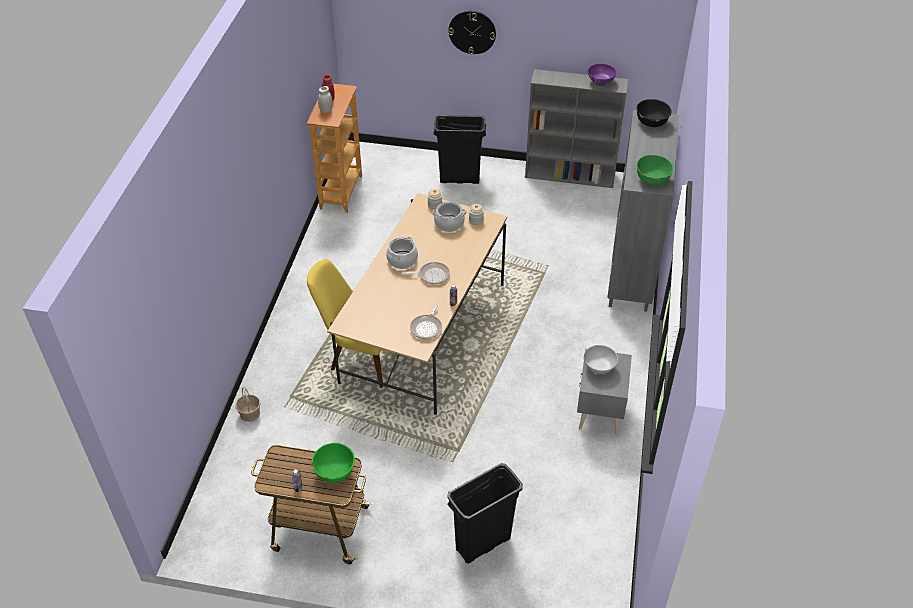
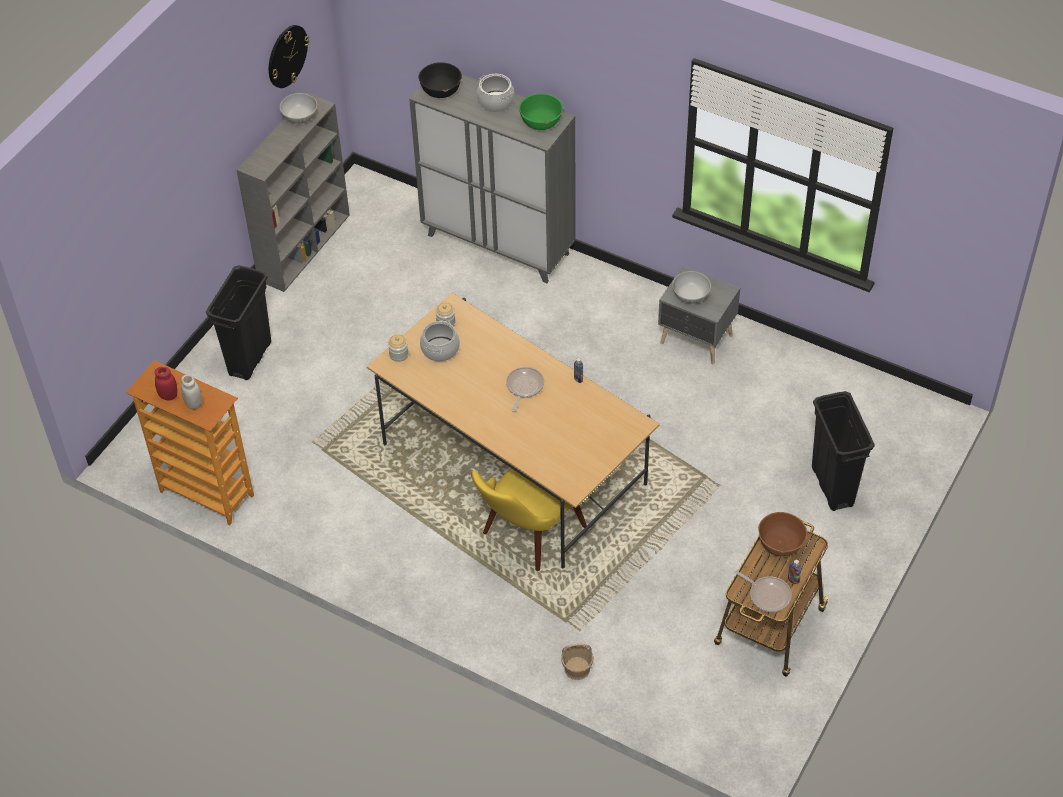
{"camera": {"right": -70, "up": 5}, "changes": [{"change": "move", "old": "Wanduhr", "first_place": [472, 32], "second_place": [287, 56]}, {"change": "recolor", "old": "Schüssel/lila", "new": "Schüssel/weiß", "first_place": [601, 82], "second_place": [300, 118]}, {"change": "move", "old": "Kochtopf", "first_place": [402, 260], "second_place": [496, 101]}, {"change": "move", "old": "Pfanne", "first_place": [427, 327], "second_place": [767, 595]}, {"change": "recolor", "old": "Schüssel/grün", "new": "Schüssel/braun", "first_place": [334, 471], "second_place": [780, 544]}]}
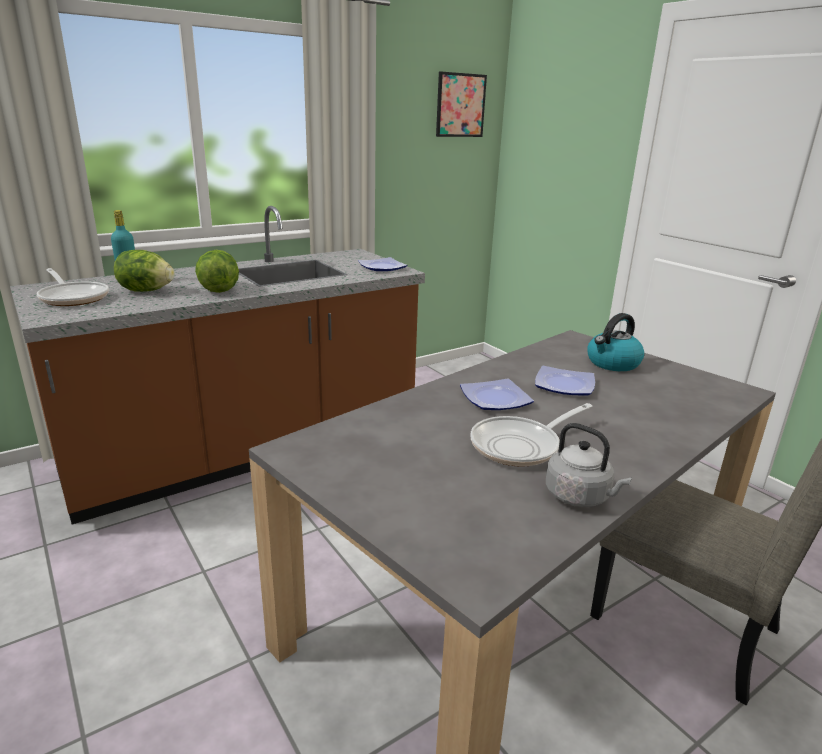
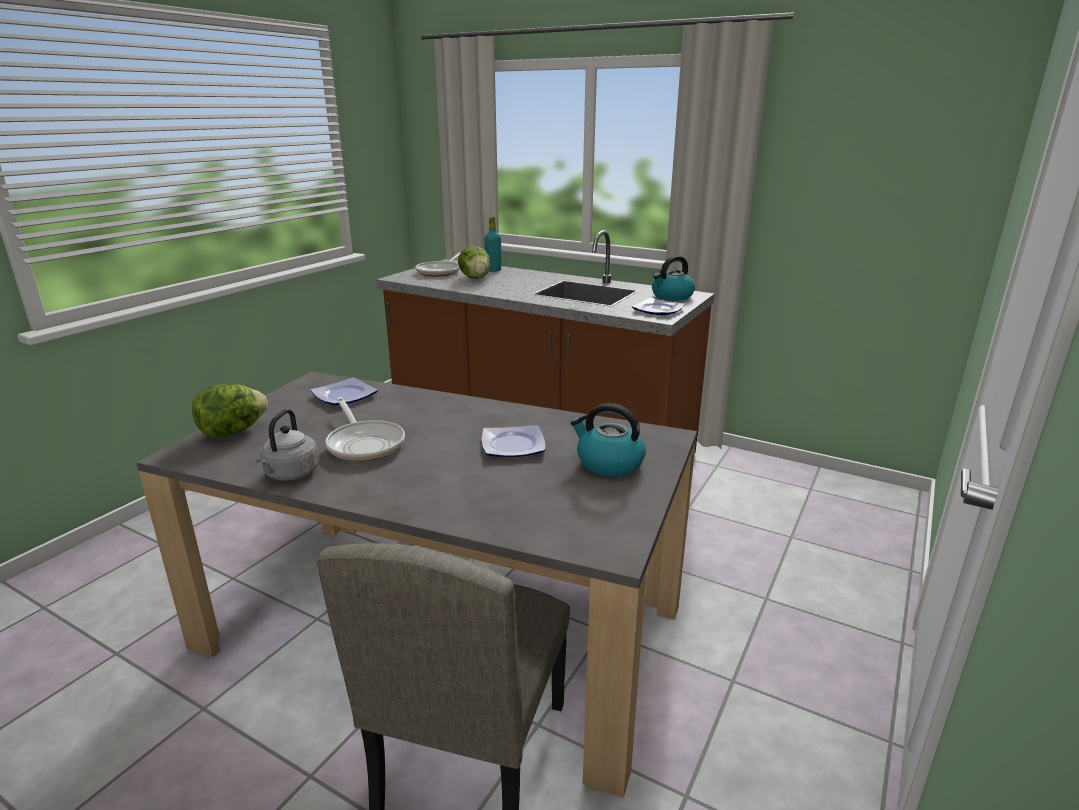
{"camera": {"right": 65, "up": 0}, "changes": [{"change": "move", "old": "Salatkopf", "first_place": [219, 290], "second_place": [233, 432]}, {"change": "move", "old": "Teller", "first_place": [494, 400], "second_place": [343, 396]}, {"change": "rotate", "old": "Pfanne", "first_place": [521, 446], "second_place": [364, 443], "degrees": -150}, {"change": "insert", "new": "Wasserkessel", "second_place": [671, 296]}, {"change": "delete", "old": "Bild", "first_place": [460, 105]}]}
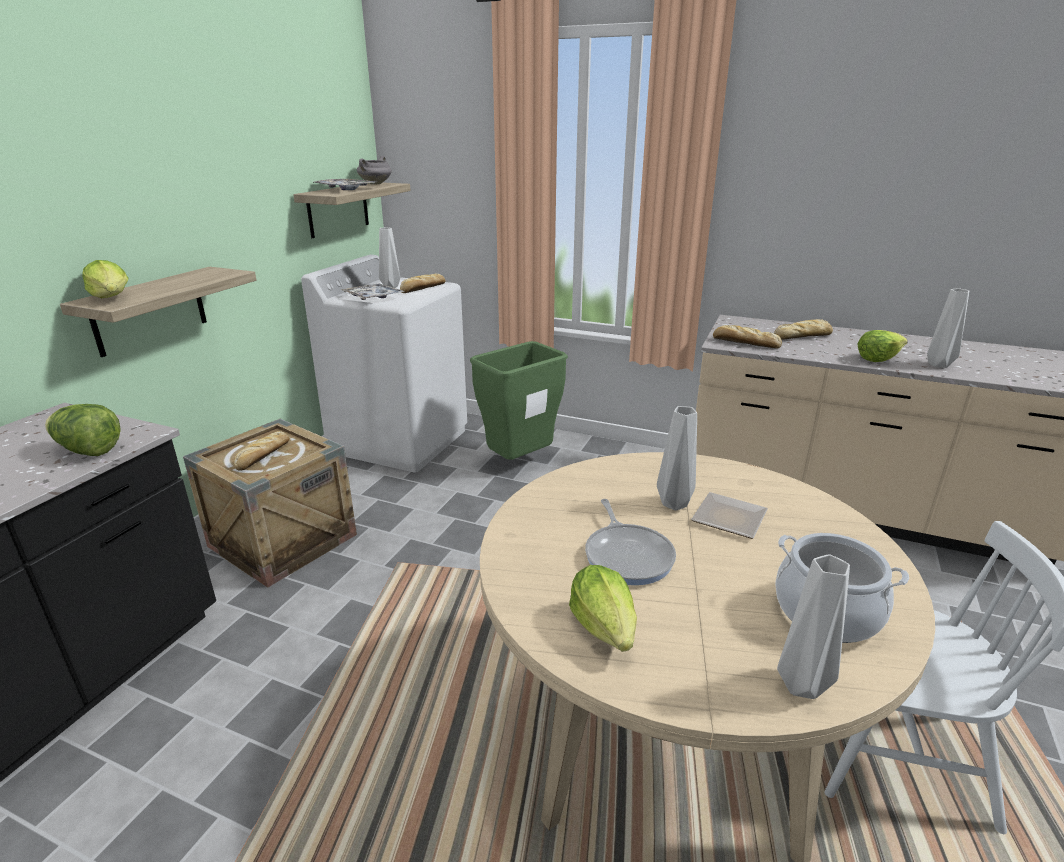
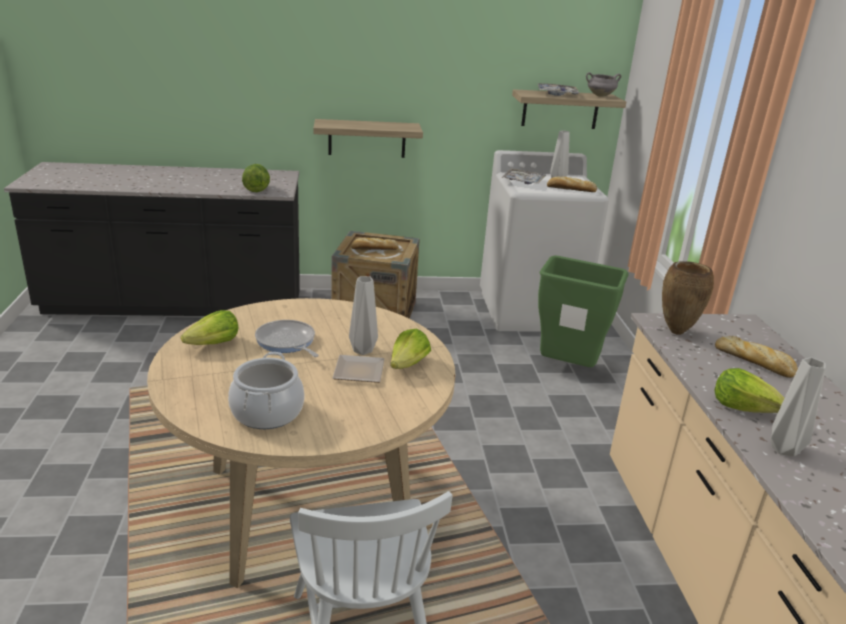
{"camera": {"right": 60, "up": 0}, "changes": [{"change": "rotate", "old": "Pfanne", "first_place": [628, 555], "second_place": [287, 342], "degrees": 90}, {"change": "move", "old": "Salatkopf", "first_place": [112, 298], "second_place": [408, 365]}, {"change": "replace", "old": "Brot", "new": "Vase/braun", "first_place": [744, 343], "second_place": [675, 331]}, {"change": "delete", "old": "Vase/grau", "first_place": [802, 684]}]}
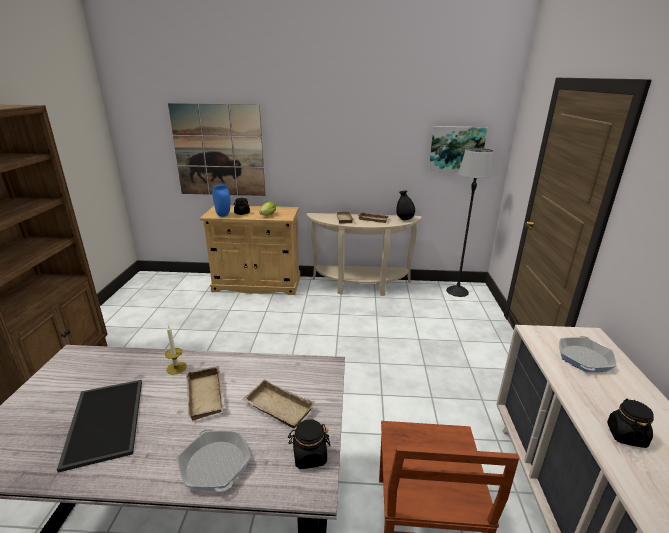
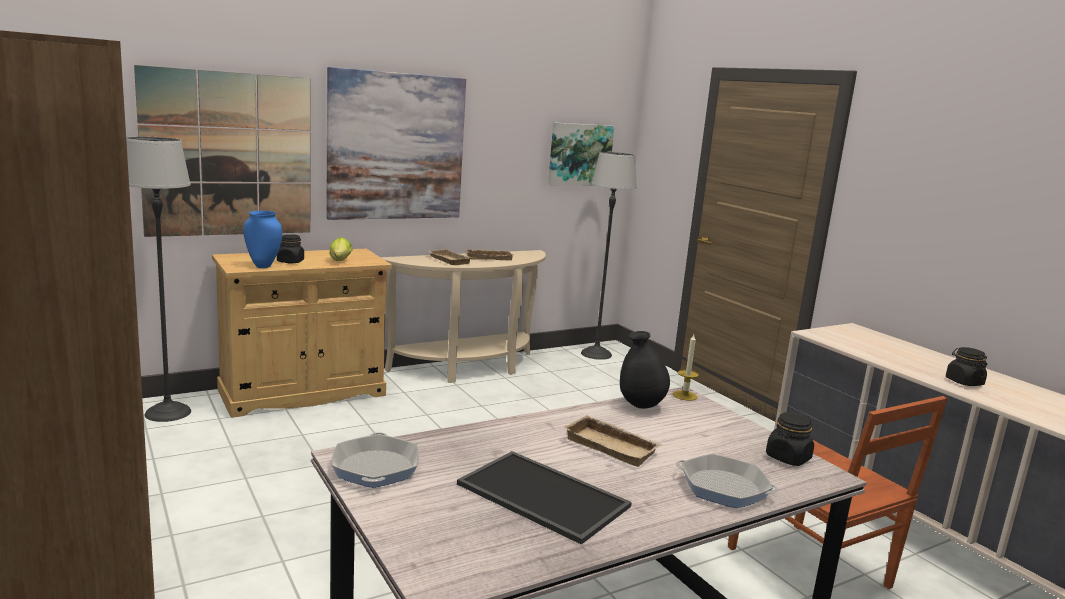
{"camera": {"right": -35, "up": -10}, "changes": [{"change": "insert", "new": "Stehlampe", "second_place": [167, 413]}, {"change": "insert", "new": "Bild", "second_place": [396, 147]}, {"change": "move", "old": "Pfanne", "first_place": [584, 358], "second_place": [375, 468]}, {"change": "move", "old": "Vase/schwarz", "first_place": [404, 219], "second_place": [641, 405]}, {"change": "move", "old": "Kerze", "first_place": [176, 368], "second_place": [685, 395]}, {"change": "delete", "old": "Tablett/beige", "first_place": [276, 408]}]}
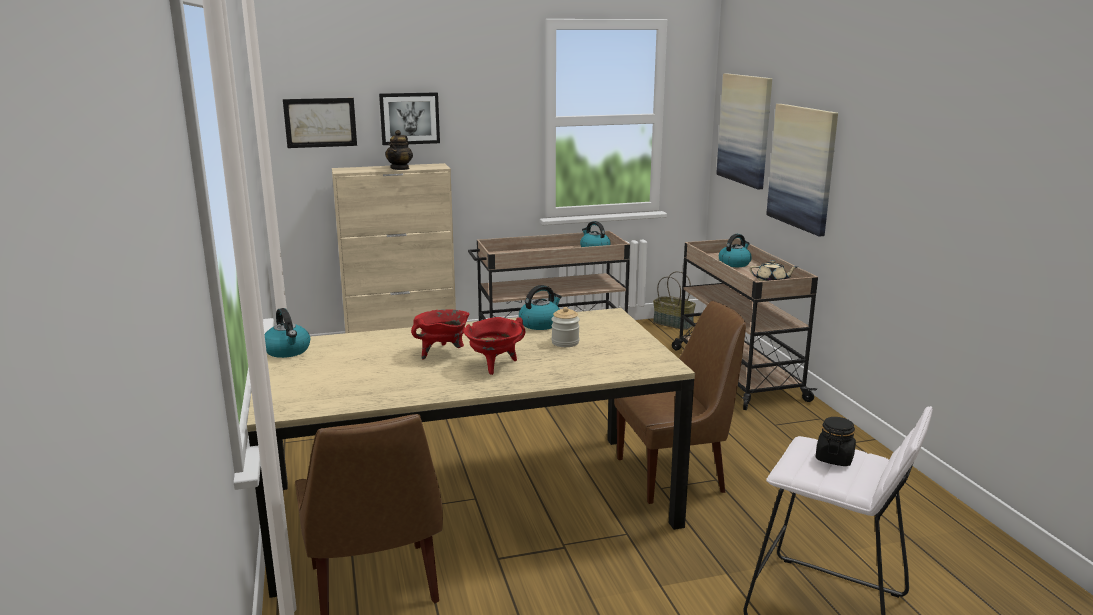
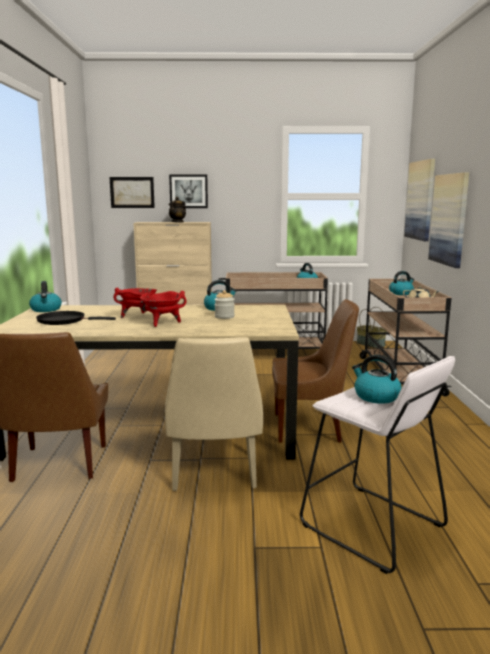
{"camera": {"right": 15, "up": -5}, "changes": [{"change": "insert", "new": "Pfanne/schwarz", "second_place": [64, 321]}, {"change": "insert", "new": "Stuhl/beige", "second_place": [214, 473]}, {"change": "replace", "old": "Vorratsglas/schwarz", "new": "Wasserkessel", "first_place": [834, 458], "second_place": [375, 396]}]}
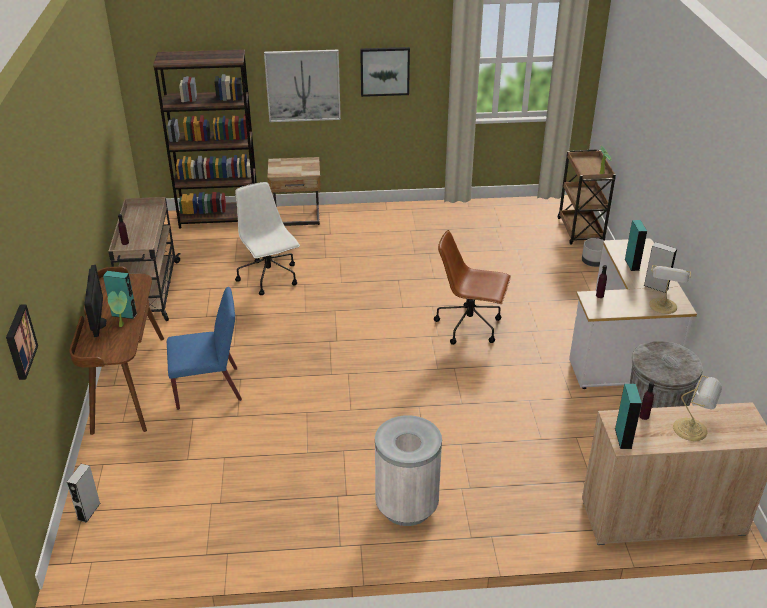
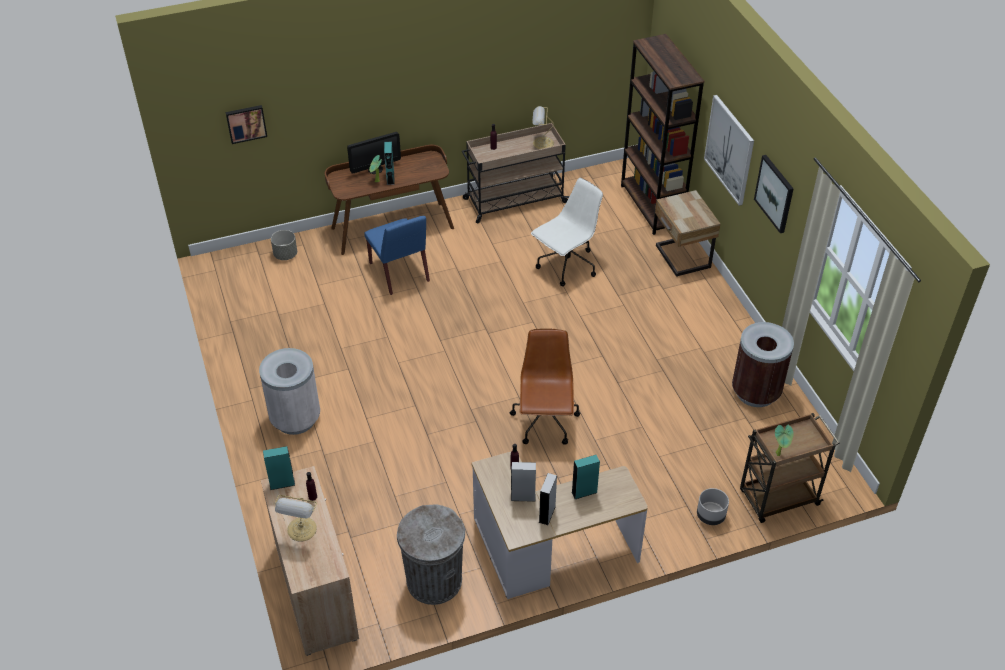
{"camera": {"right": 75, "up": 10}, "changes": [{"change": "insert", "new": "Pflanzkübel/grau", "second_place": [285, 254]}, {"change": "move", "old": "Lautsprecher/grau", "first_place": [89, 511], "second_place": [523, 497]}, {"change": "move", "old": "Tischlampe", "first_place": [663, 306], "second_place": [542, 143]}, {"change": "insert", "new": "Mülleimer/braun", "second_place": [756, 392]}]}
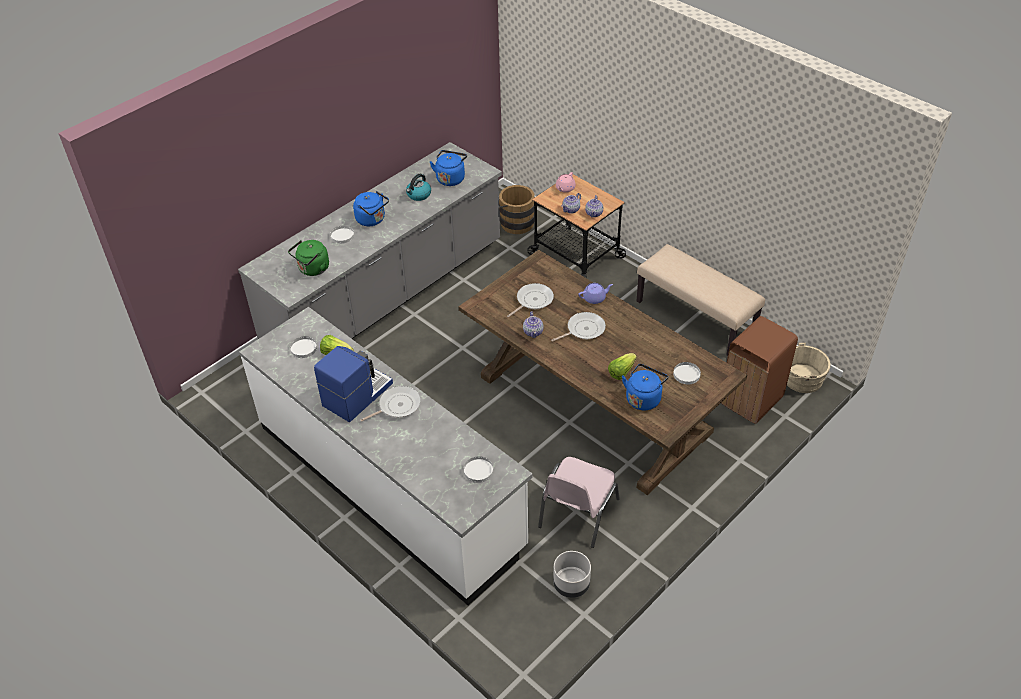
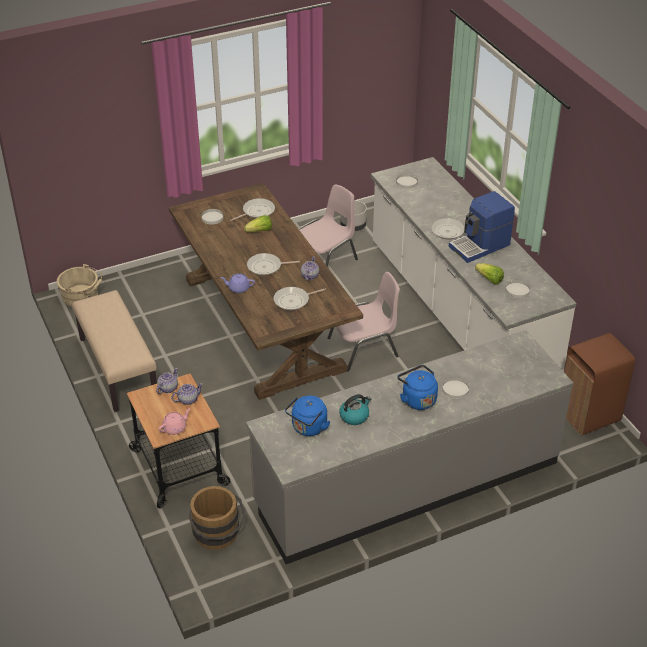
{"camera": {"right": -160, "up": -5}, "changes": [{"change": "replace", "old": "Wasserkessel/blau", "new": "Pfanne", "first_place": [643, 398], "second_place": [256, 212]}, {"change": "insert", "new": "Stuhl/rosa", "second_place": [364, 348]}, {"change": "move", "old": "Mülleimer/braun", "first_place": [752, 400], "second_place": [588, 415]}, {"change": "delete", "old": "Wasserkessel/grün", "first_place": [312, 269]}]}
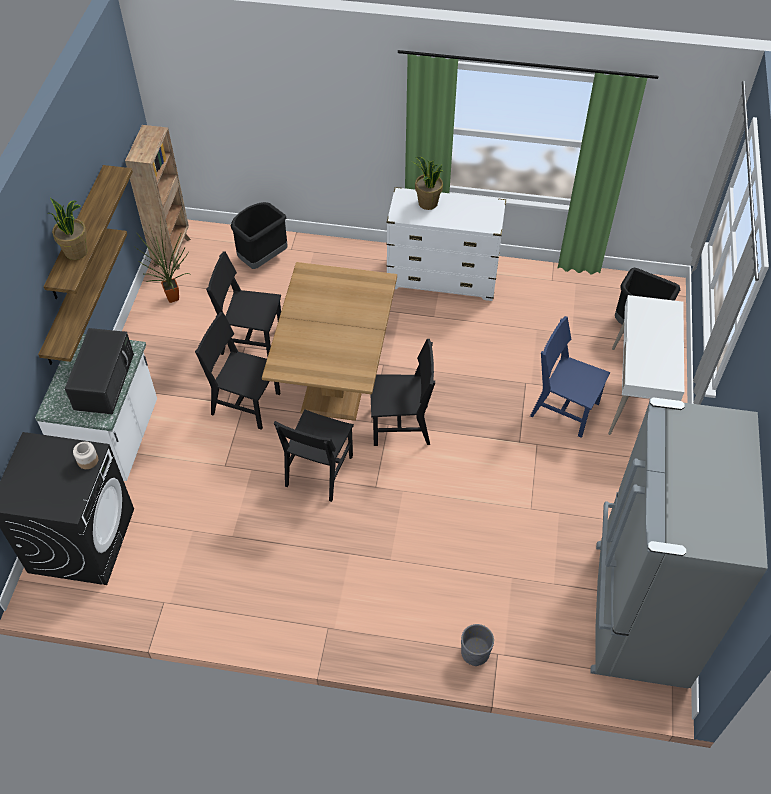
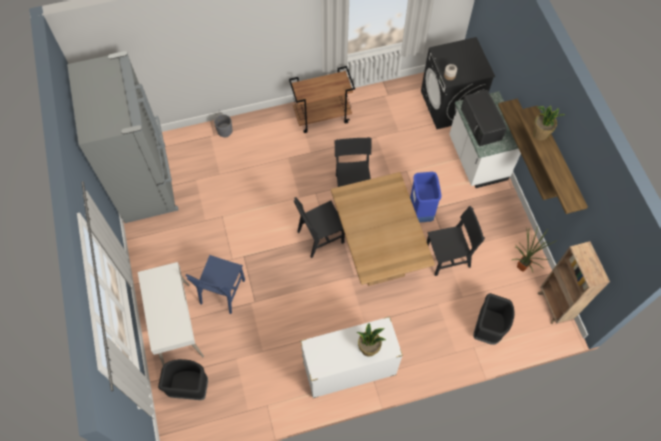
{"camera": {"right": 155, "up": 10}, "changes": [{"change": "rotate", "old": "Stuhl/blau", "first_place": [564, 409], "second_place": [222, 291], "degrees": 105}, {"change": "insert", "new": "Rollwagen/braun", "second_place": [322, 116]}, {"change": "replace", "old": "Stuhl/schwarz", "new": "Mülleimer/blau", "first_place": [245, 403], "second_place": [421, 212]}]}
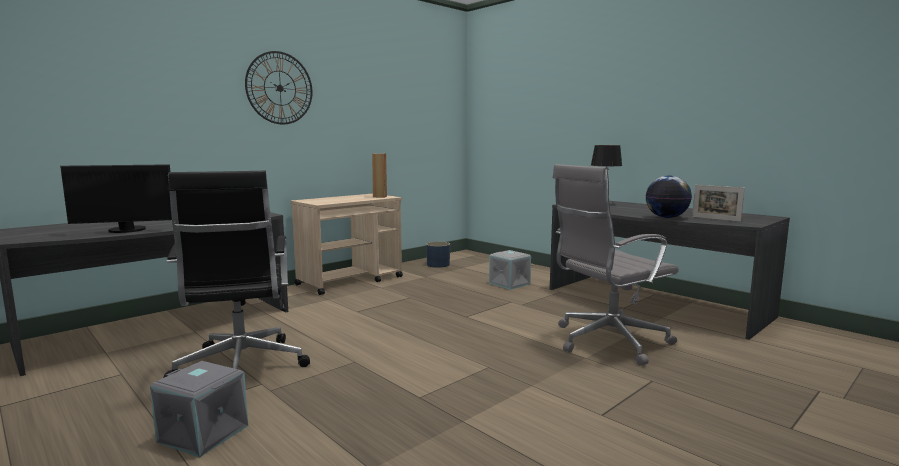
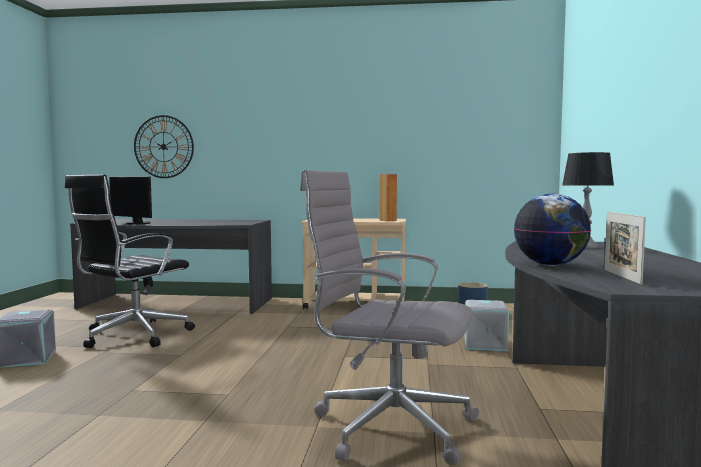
{"camera": {"right": 50, "up": -5}, "changes": [{"change": "move", "old": "Wanduhr", "first_place": [280, 88], "second_place": [163, 146]}]}
